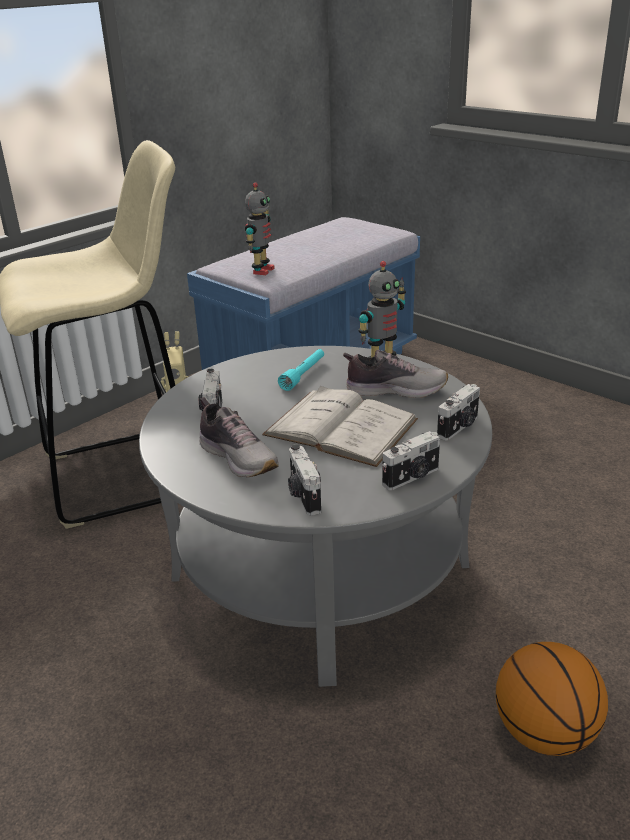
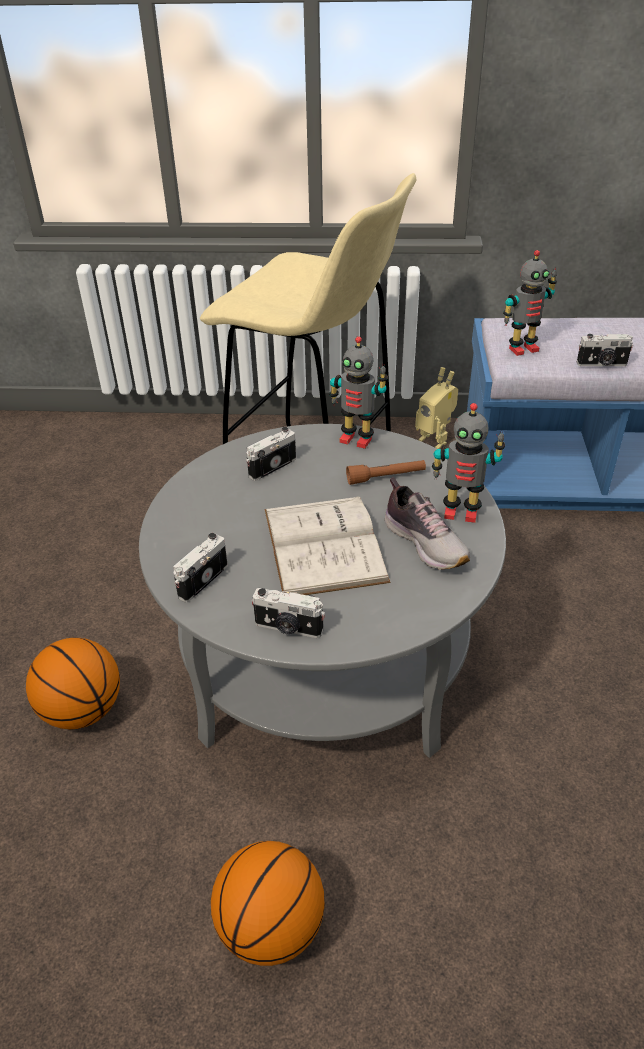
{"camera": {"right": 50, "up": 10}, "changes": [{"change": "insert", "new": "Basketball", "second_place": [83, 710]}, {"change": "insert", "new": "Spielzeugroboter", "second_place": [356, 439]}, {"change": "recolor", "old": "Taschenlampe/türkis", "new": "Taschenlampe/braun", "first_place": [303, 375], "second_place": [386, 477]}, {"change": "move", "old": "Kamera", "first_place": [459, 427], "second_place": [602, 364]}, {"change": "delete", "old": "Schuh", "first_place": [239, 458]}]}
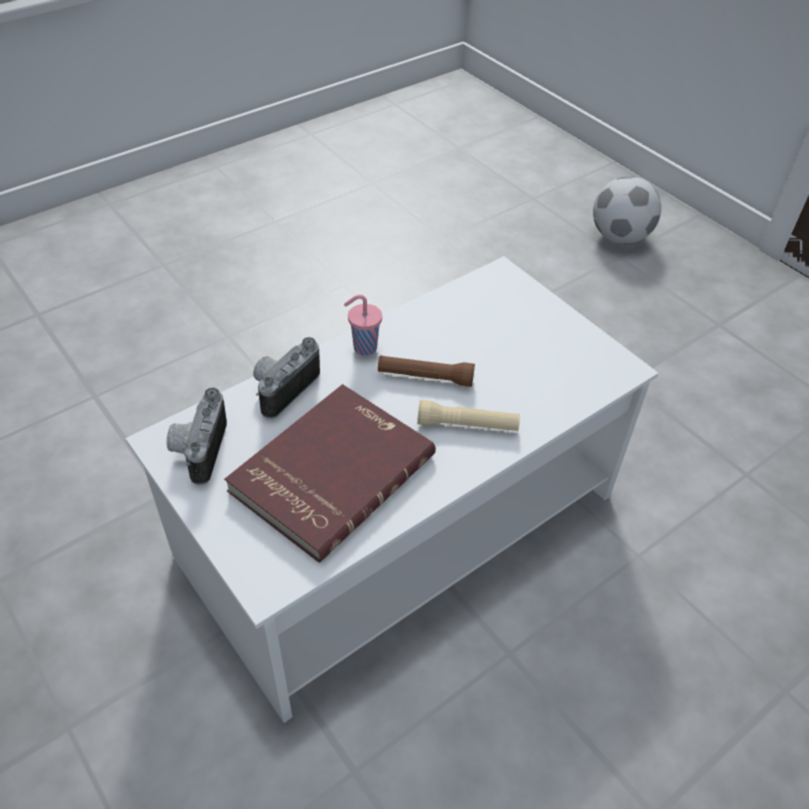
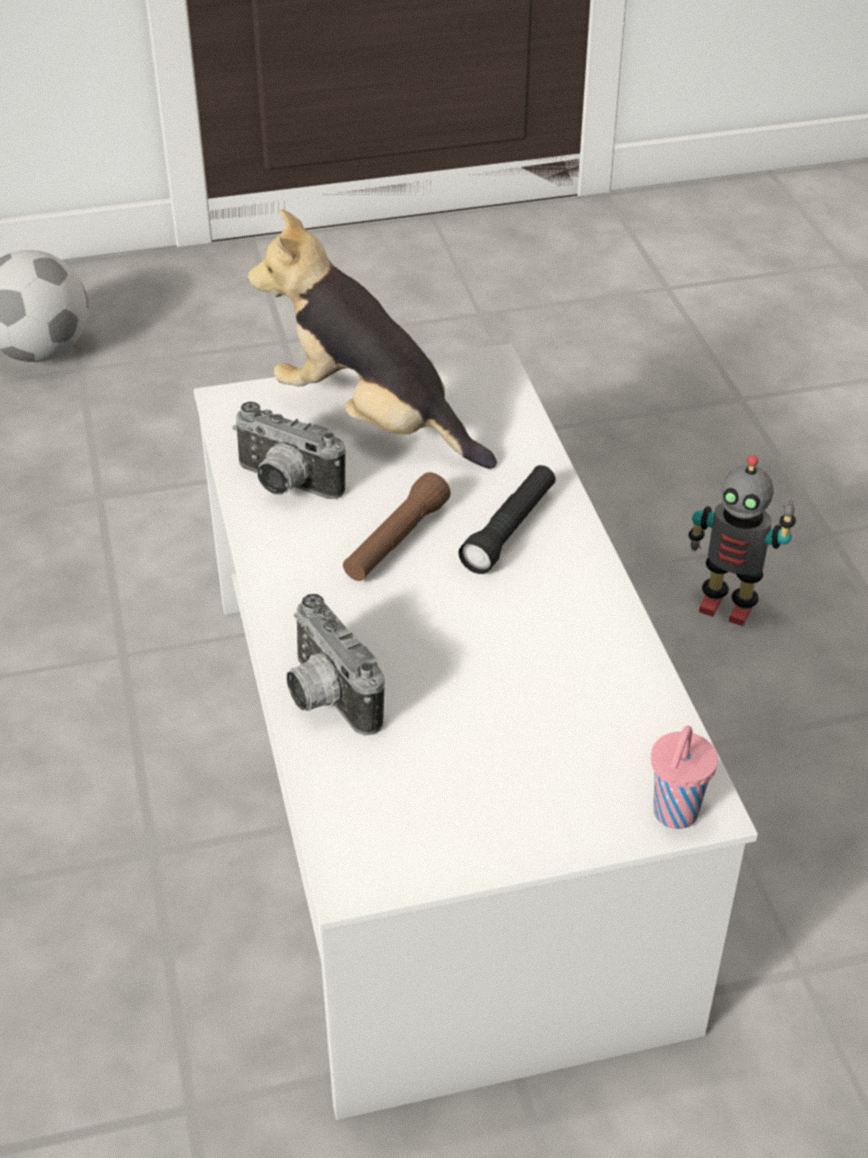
{"camera": {"right": -65, "up": -5}, "changes": [{"change": "move", "old": "Kamera", "first_place": [198, 450], "second_place": [284, 485]}, {"change": "insert", "new": "Plüschtier", "second_place": [372, 420]}, {"change": "recolor", "old": "Taschenlampe/beige", "new": "Taschenlampe/schwarz", "first_place": [467, 425], "second_place": [509, 530]}, {"change": "move", "old": "Tasse/rosa", "first_place": [363, 348], "second_place": [674, 815]}, {"change": "insert", "new": "Spielzeugroboter", "second_place": [727, 606]}, {"change": "delete", "old": "Buch/rot", "first_place": [330, 471]}]}
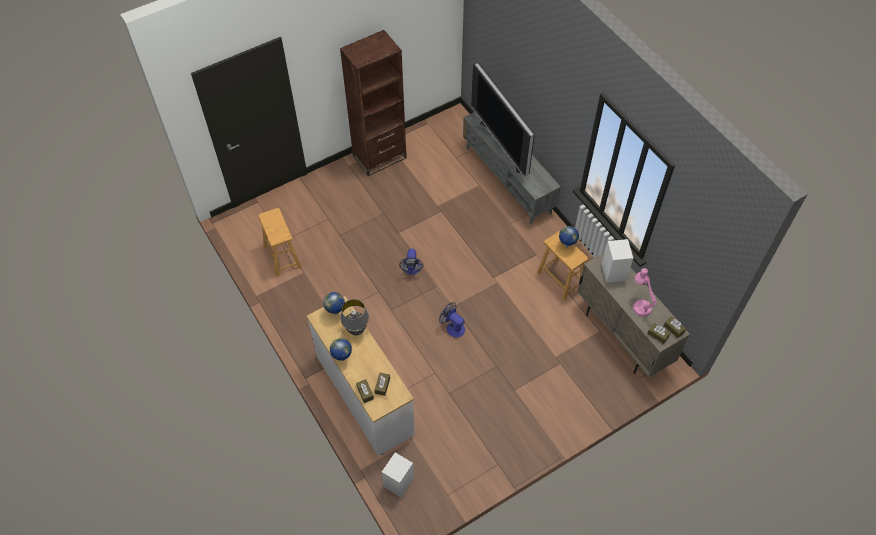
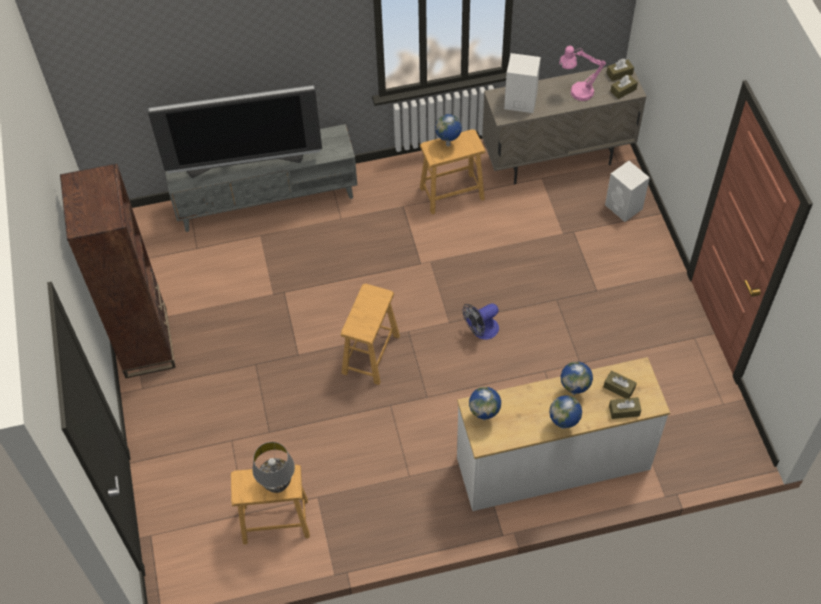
{"camera": {"right": -70, "up": 0}, "changes": [{"change": "move", "old": "Tischlampe/grau", "first_place": [356, 330], "second_place": [277, 485]}, {"change": "replace", "old": "Ventilator", "new": "Hocker/braun", "first_place": [412, 270], "second_place": [370, 354]}, {"change": "insert", "new": "Globus", "second_place": [574, 392]}, {"change": "move", "old": "Lautsprecher/weiß", "first_place": [398, 483], "second_place": [624, 207]}]}
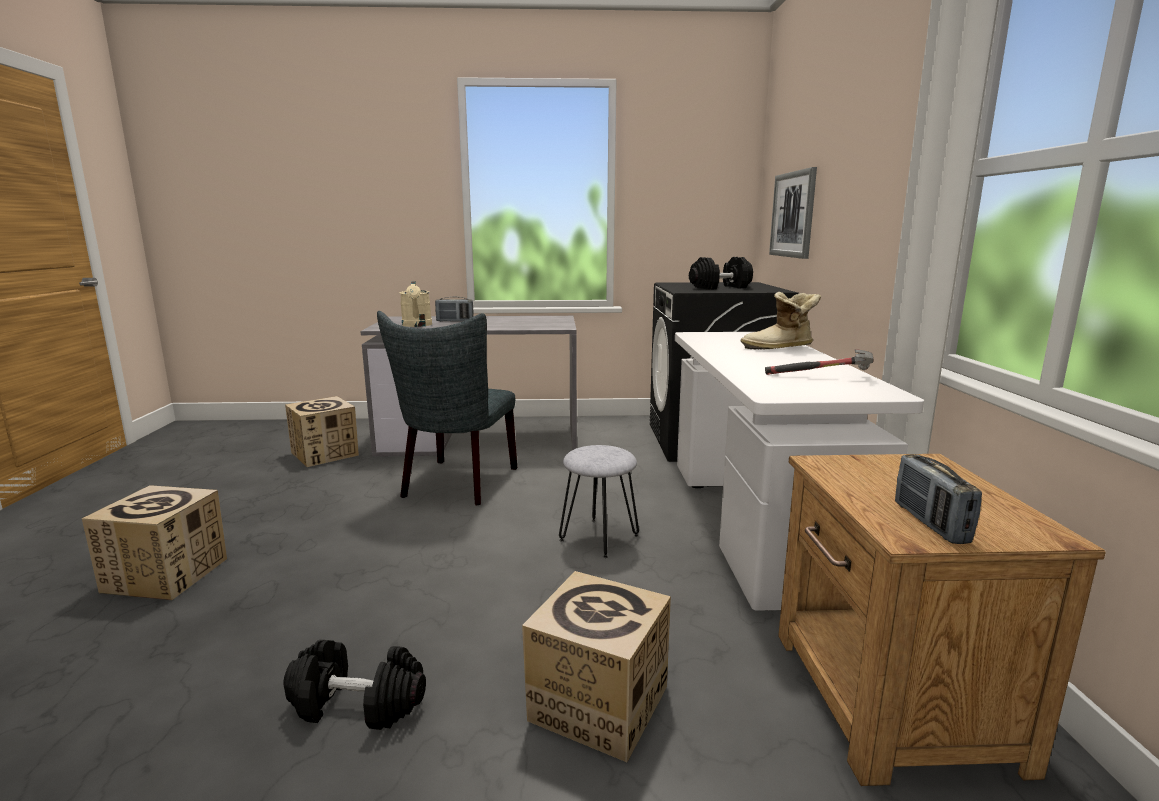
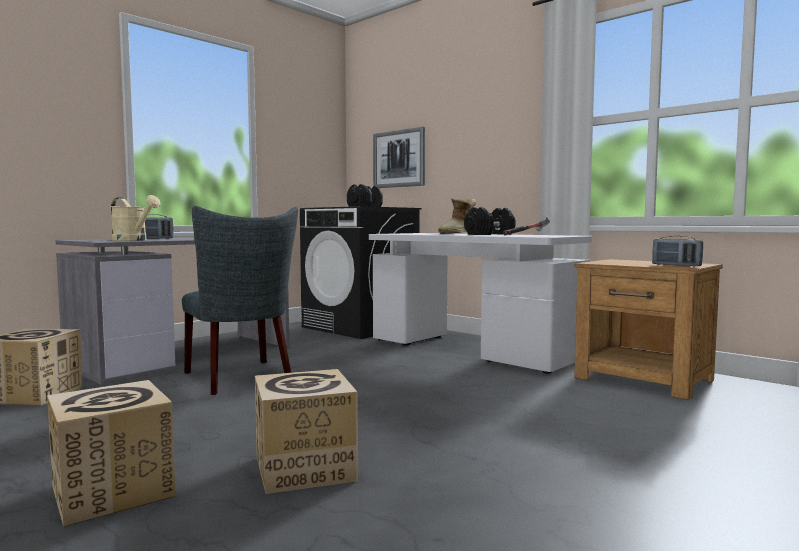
{"camera": {"right": -45, "up": -10}, "changes": [{"change": "move", "old": "Karton", "first_place": [598, 703], "second_place": [304, 468]}, {"change": "move", "old": "Hantel/schwarz", "first_place": [357, 705], "second_place": [490, 234]}, {"change": "delete", "old": "Hocker/grau", "first_place": [598, 537]}]}
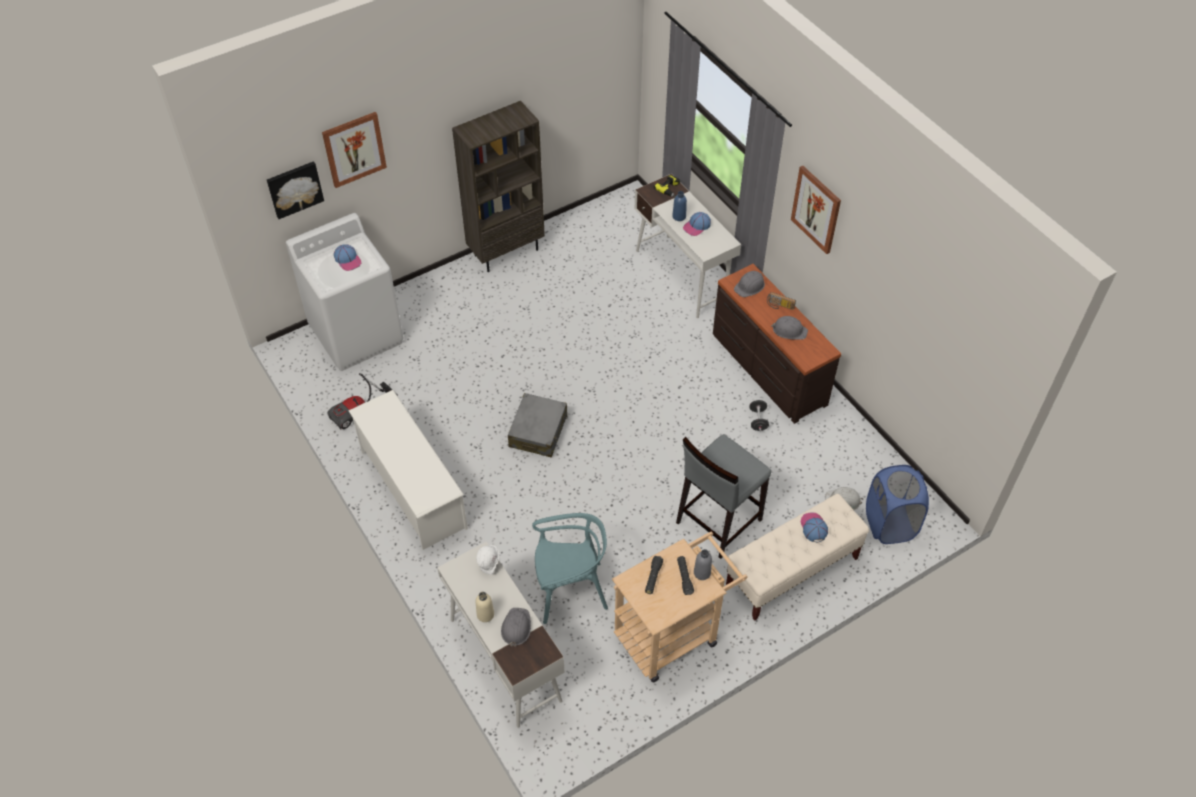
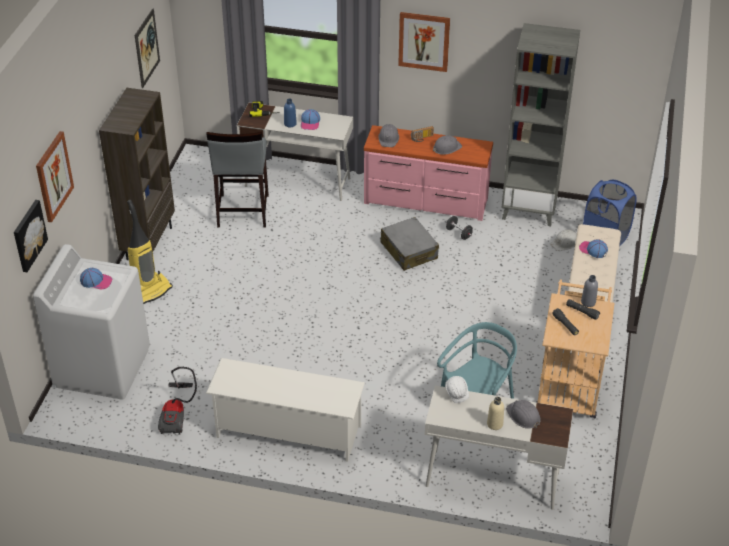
{"camera": {"right": -45, "up": -10}, "changes": [{"change": "insert", "new": "Staubsauger", "second_place": [150, 290]}, {"change": "insert", "new": "Bild", "second_place": [147, 48]}, {"change": "move", "old": "Hocker/grau", "first_place": [717, 521], "second_place": [242, 211]}, {"change": "recolor", "old": "Kommode/braun", "new": "Kommode/rosa", "first_place": [767, 369], "second_place": [425, 201]}, {"change": "move", "old": "Koffer/grau", "first_place": [538, 431], "second_place": [409, 251]}, {"change": "insert", "new": "Bücherregal/grau", "second_place": [529, 210]}]}
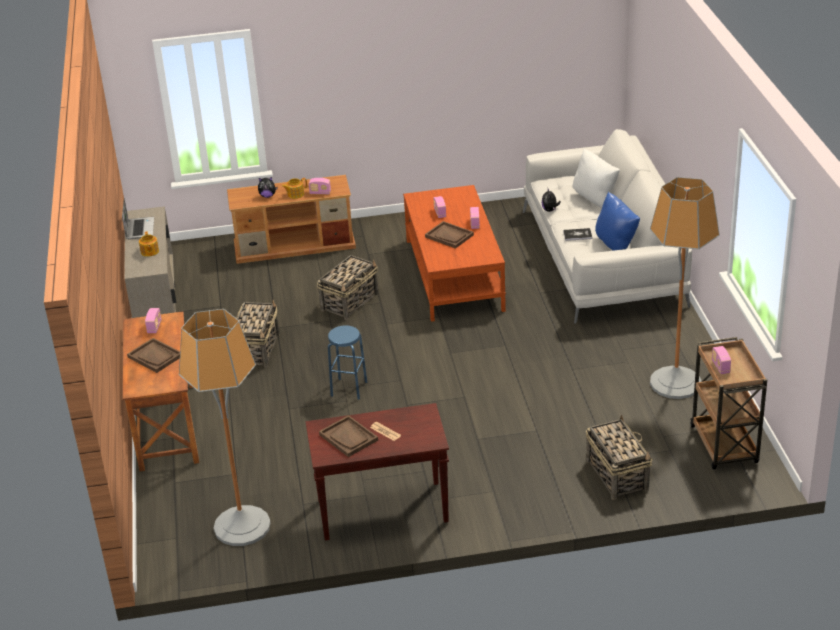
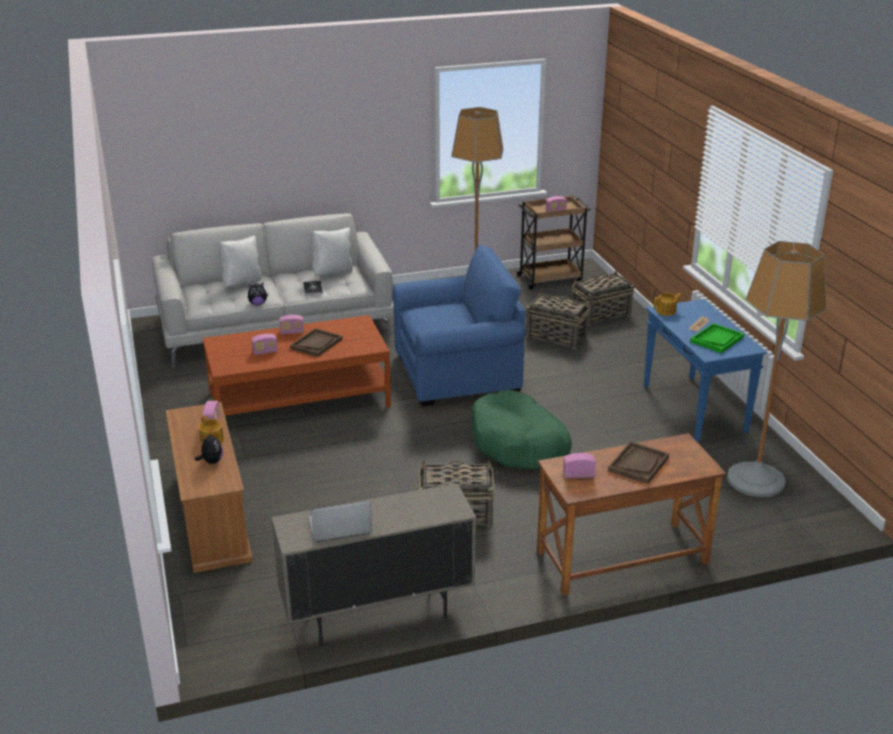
{"camera": {"right": -100, "up": -5}, "changes": [{"change": "recolor", "old": "Kissen/blau", "new": "Kissen/weiß", "first_place": [616, 245], "second_place": [332, 273]}, {"change": "insert", "new": "Sessel/blau", "second_place": [457, 374]}, {"change": "replace", "old": "Hocker/blau", "new": "Hundebett/grün", "first_place": [349, 389], "second_place": [519, 443]}, {"change": "move", "old": "Korb", "first_place": [350, 301], "second_place": [555, 336]}, {"change": "recolor", "old": "Konsolentisch/braun", "new": "Konsolentisch/blau", "first_place": [381, 511], "second_place": [695, 409]}, {"change": "move", "old": "Teekanne", "first_place": [149, 252], "second_place": [666, 311]}, {"change": "recolor", "old": "Tablett/braun", "new": "Tablett/grün", "first_place": [348, 437], "second_place": [717, 339]}]}
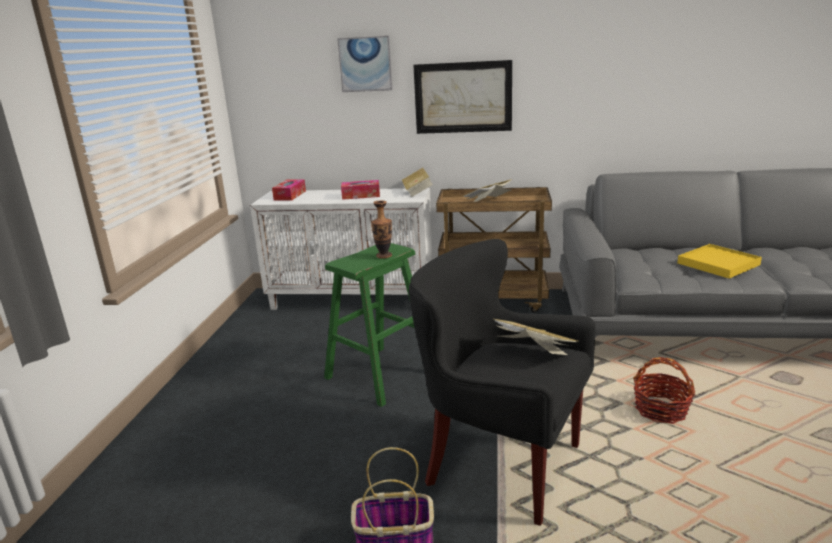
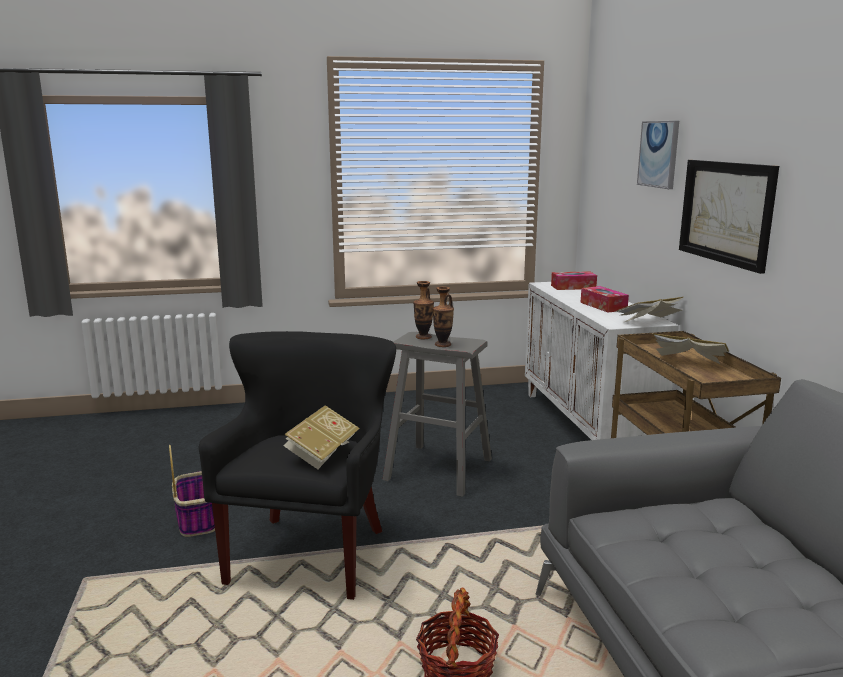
{"camera": {"right": 70, "up": -5}, "changes": [{"change": "recolor", "old": "Hocker/grün", "new": "Hocker/grau", "first_place": [380, 374], "second_place": [439, 469]}, {"change": "insert", "new": "Vase", "second_place": [423, 337]}, {"change": "delete", "old": "Tablett/gelb", "first_place": [718, 264]}]}
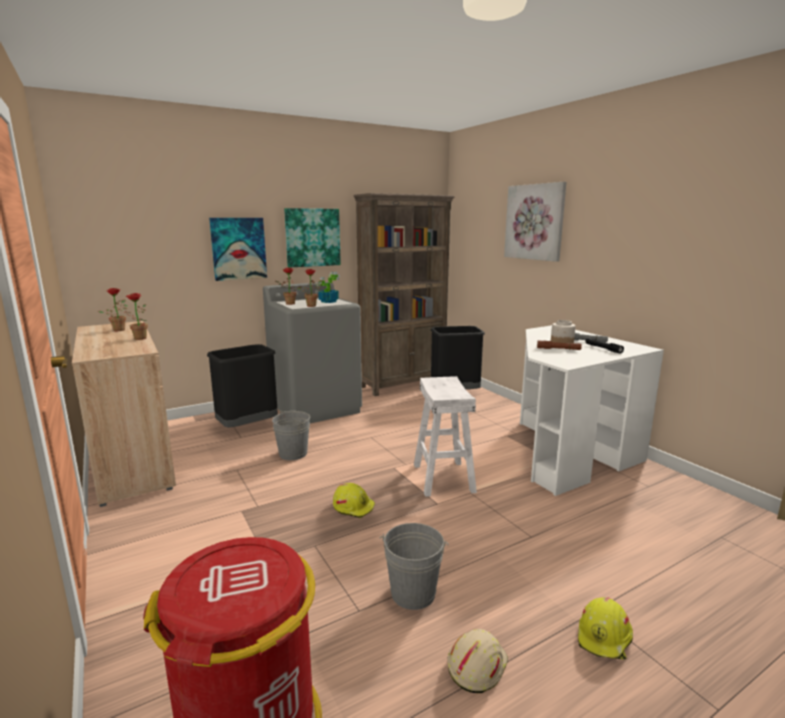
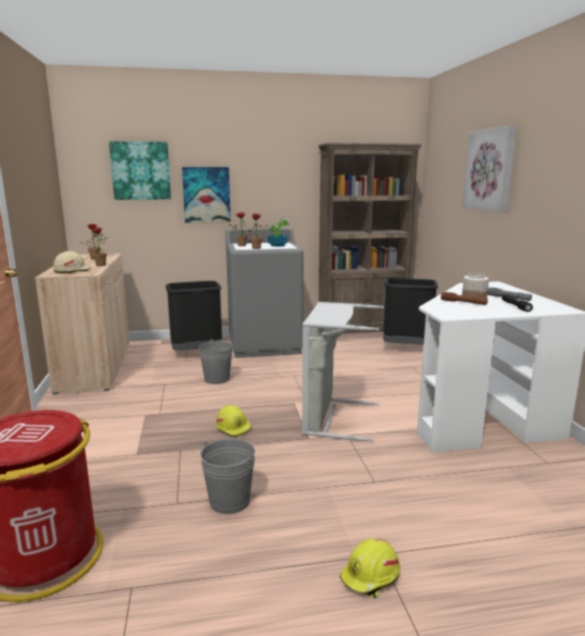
{"camera": {"right": 20, "up": 0}, "changes": [{"change": "move", "old": "Schutzhelm/beige", "first_place": [476, 665], "second_place": [72, 270]}, {"change": "move", "old": "Bild", "first_place": [312, 237], "second_place": [141, 171]}, {"change": "replace", "old": "Hocker/weiß", "new": "Wäschekorb/grau", "first_place": [442, 477], "second_place": [331, 418]}]}
